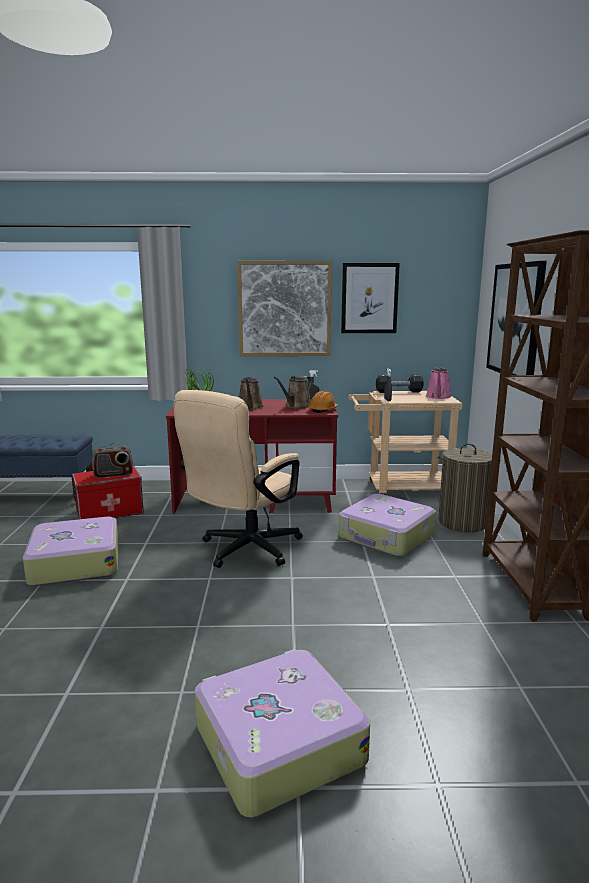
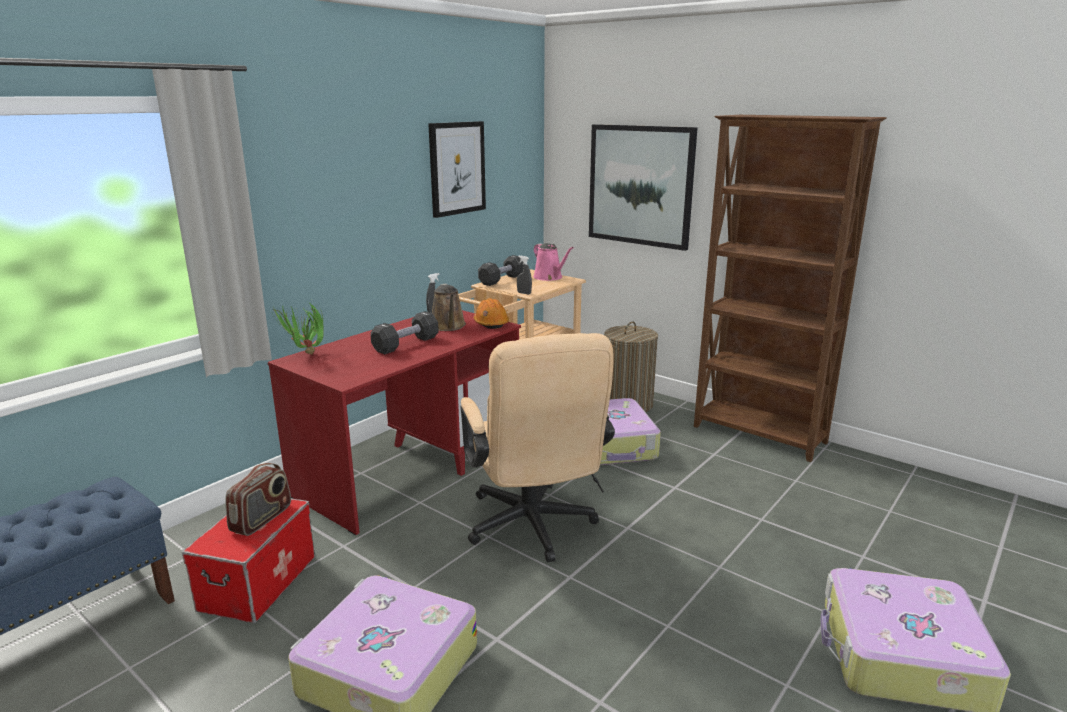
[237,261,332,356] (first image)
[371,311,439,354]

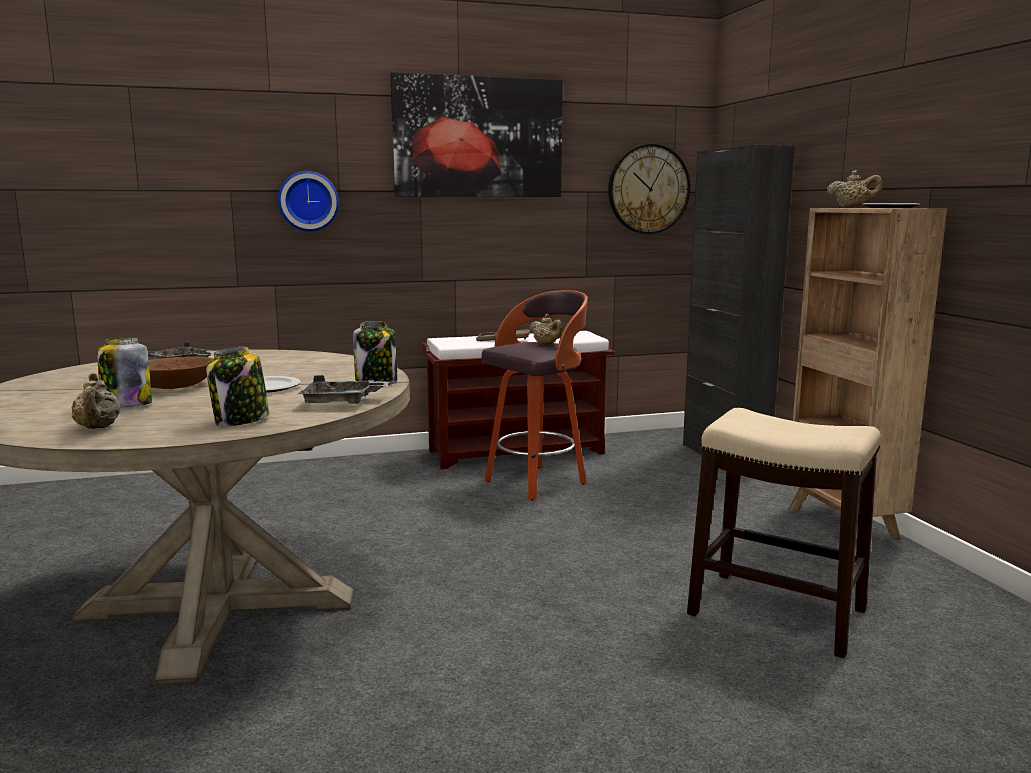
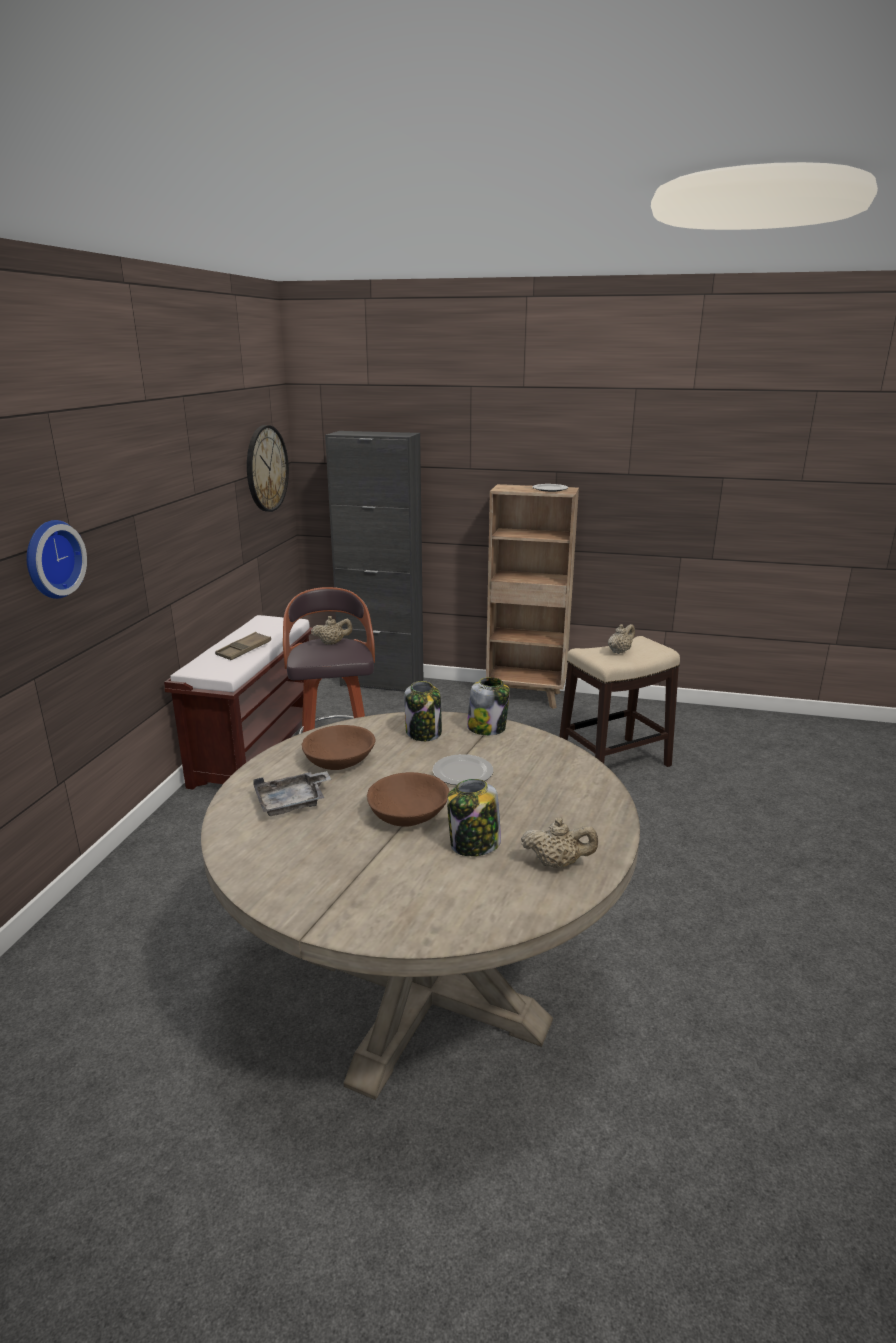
[404,681,442,741]
[298,375,390,404] (first image)
[390,72,563,197] (first image)
[608,624,635,654]
[302,725,376,770]

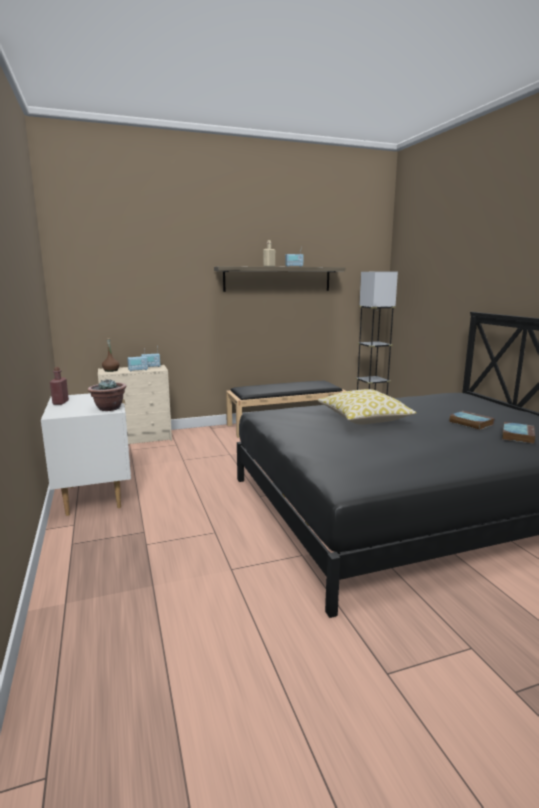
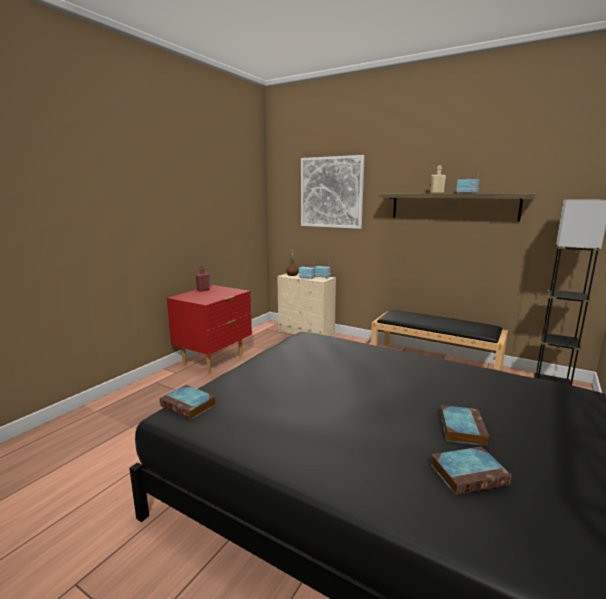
[167,285,252,374]
[88,379,126,411] (first image)
[317,389,416,425] (first image)
[160,385,216,420]
[301,155,365,229]

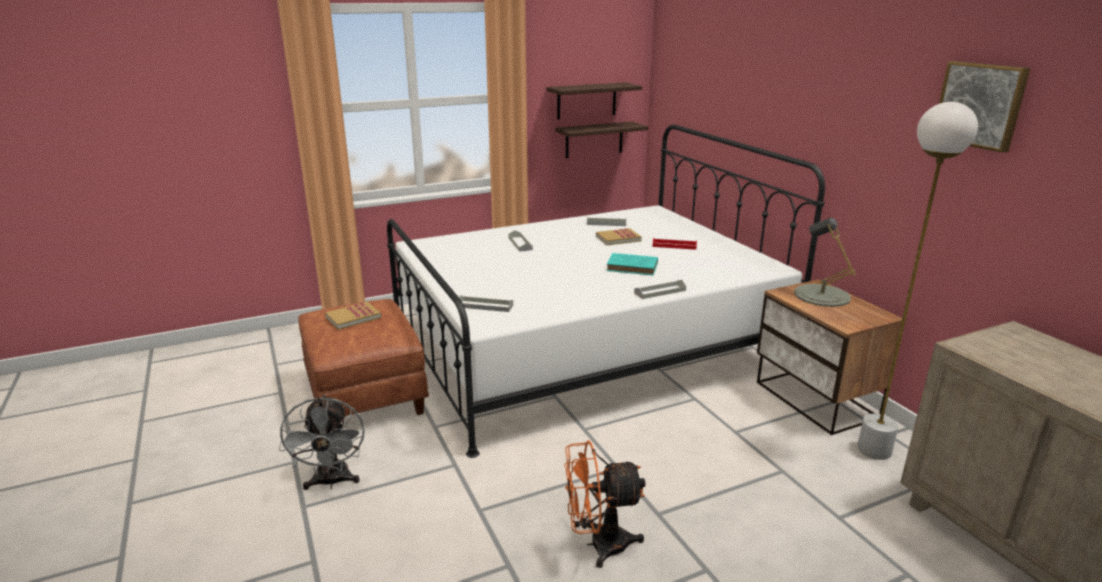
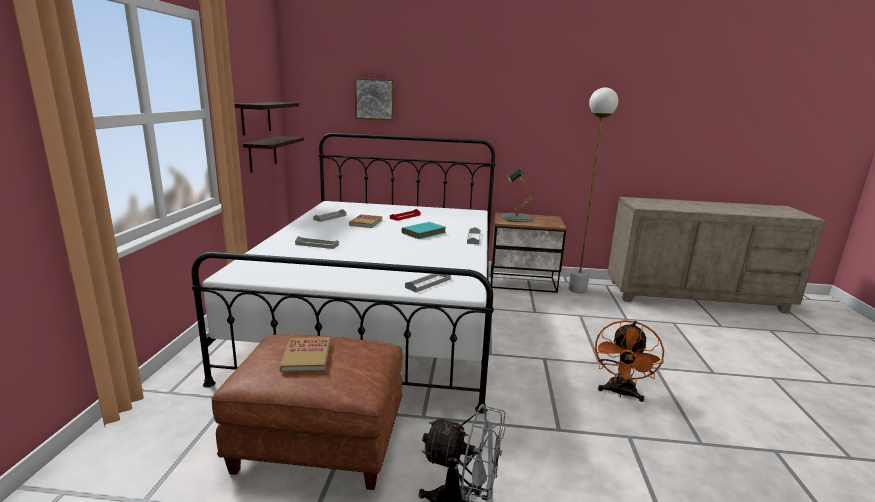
[355,78,394,120]

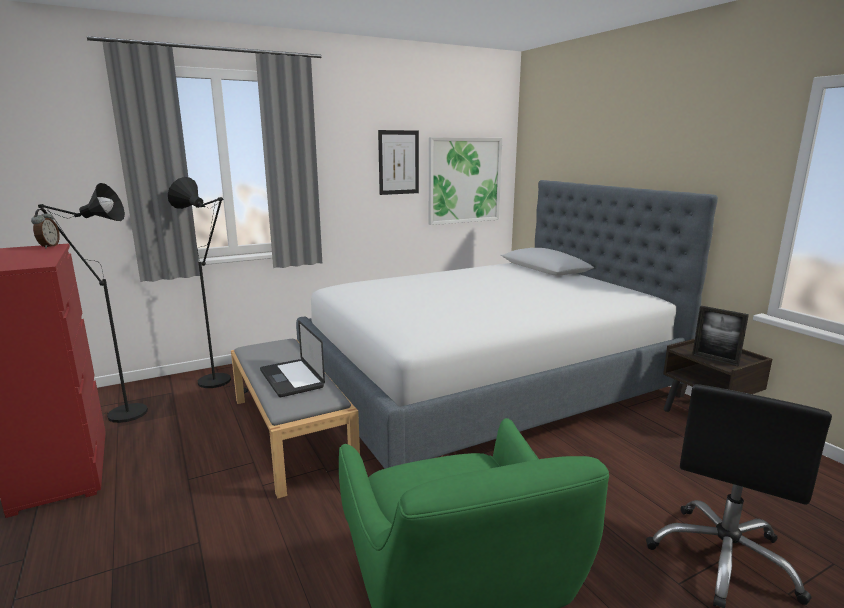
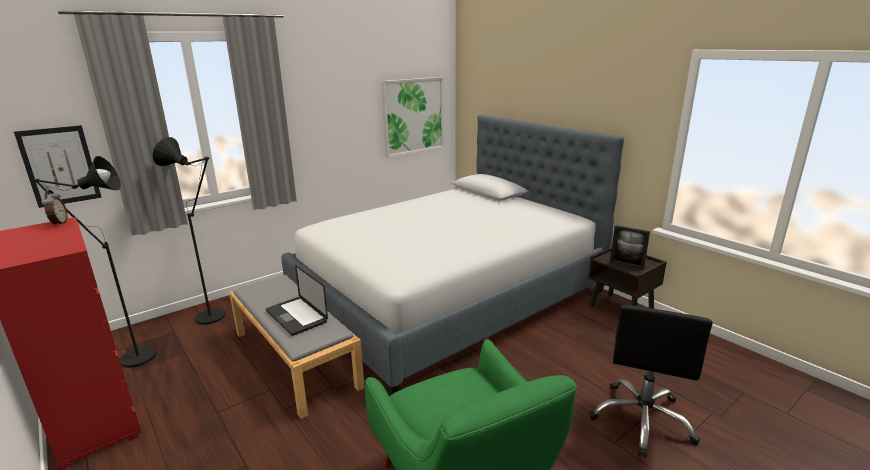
[14,125,102,208]

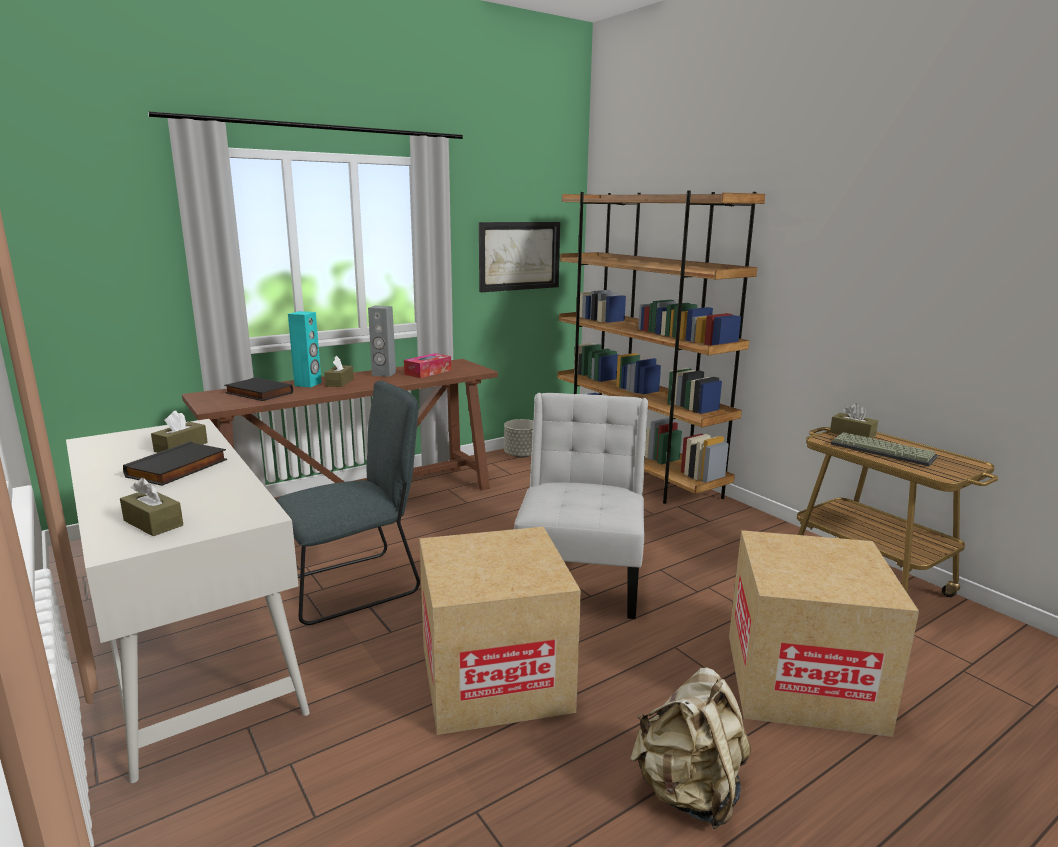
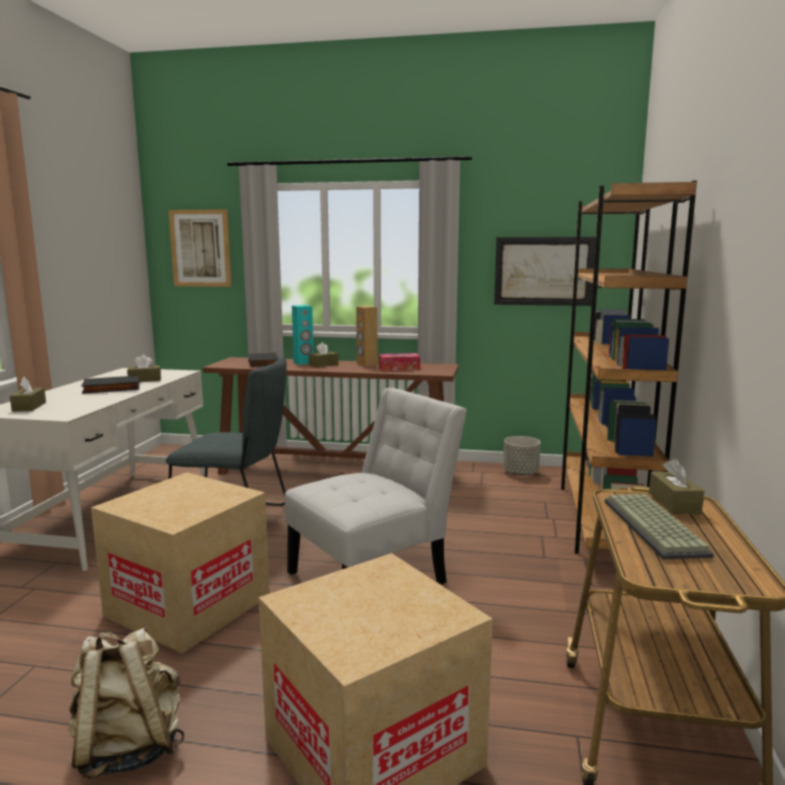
[356,306,378,367]
[168,209,232,287]

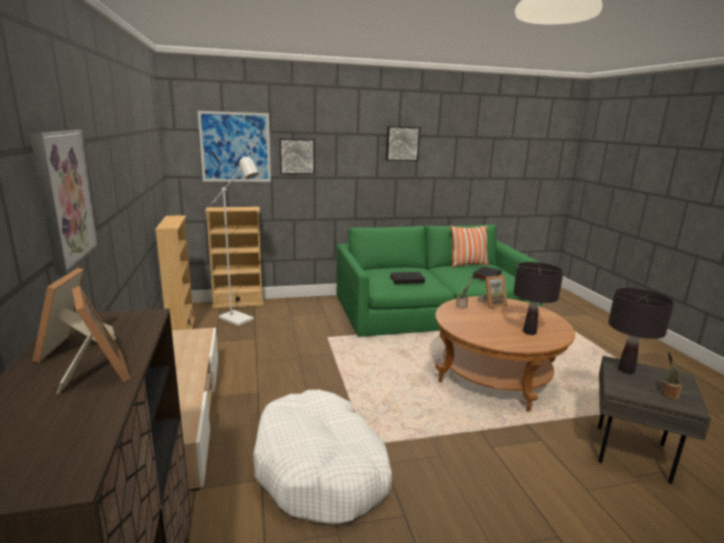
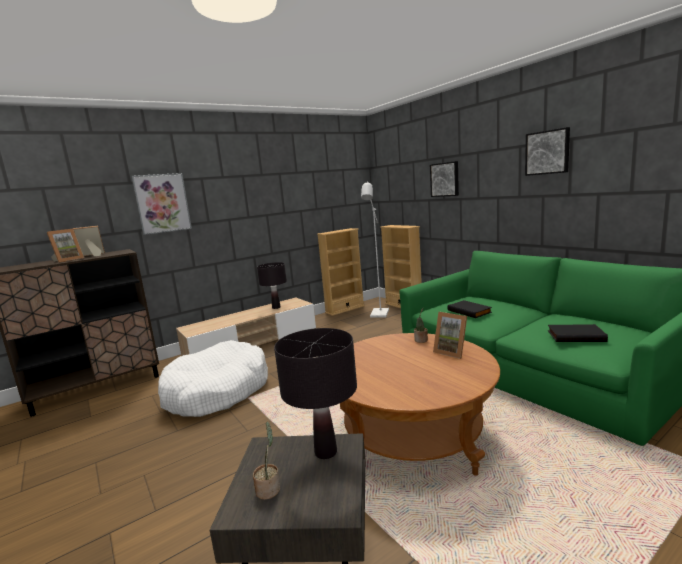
[198,111,271,182] (first image)
[450,226,489,267] (first image)
[257,262,287,309]

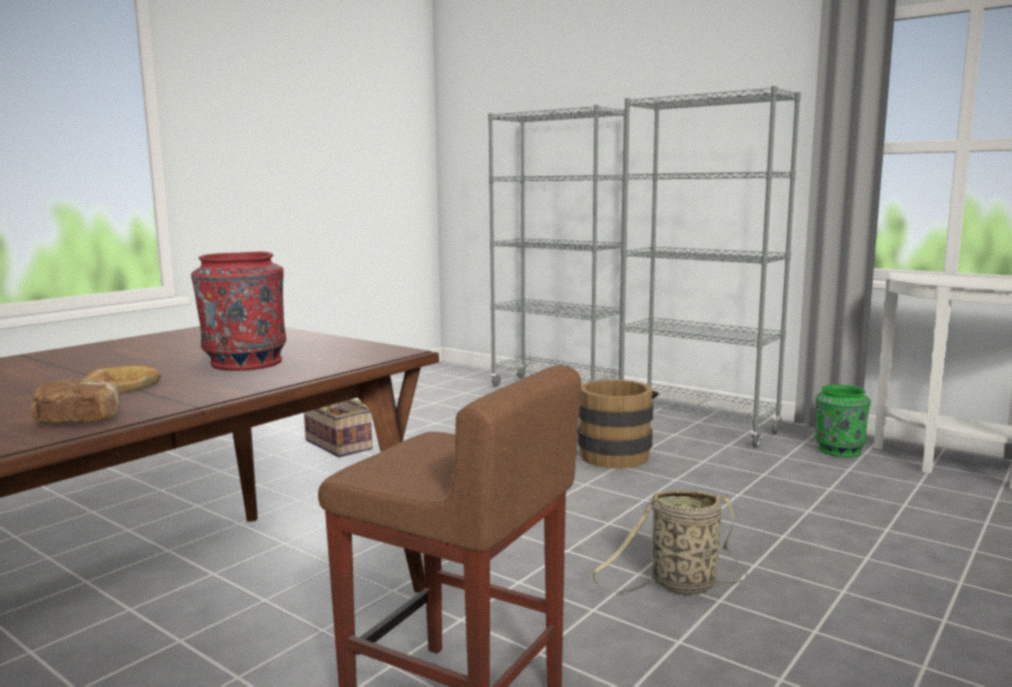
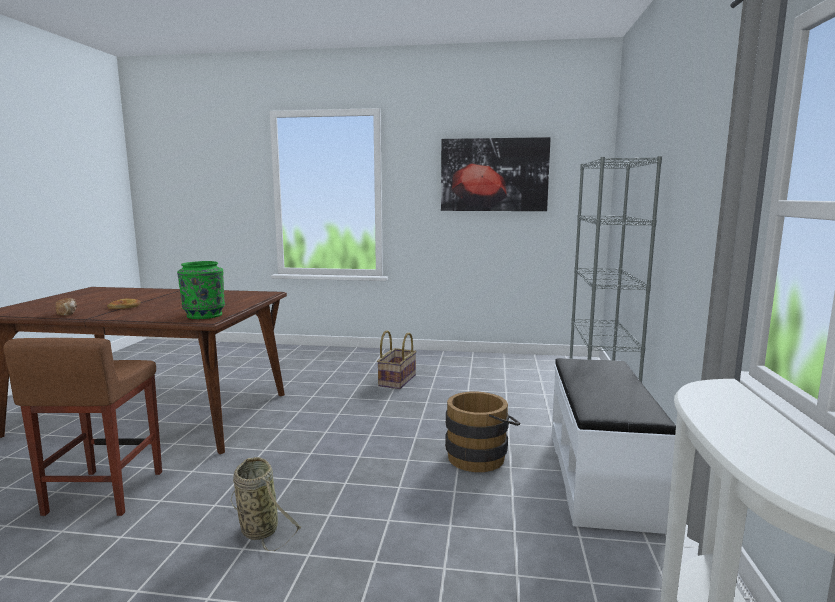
[191,252,286,371] (first image)
[552,358,676,534]
[177,261,225,319]
[441,137,551,211]

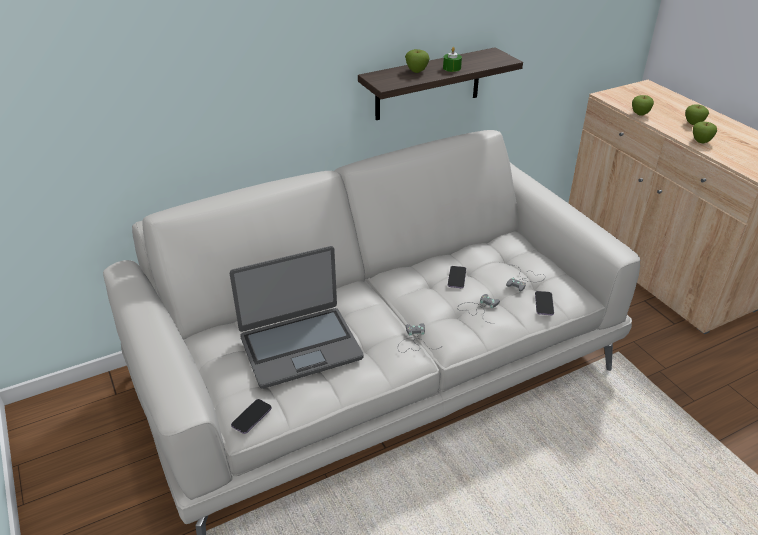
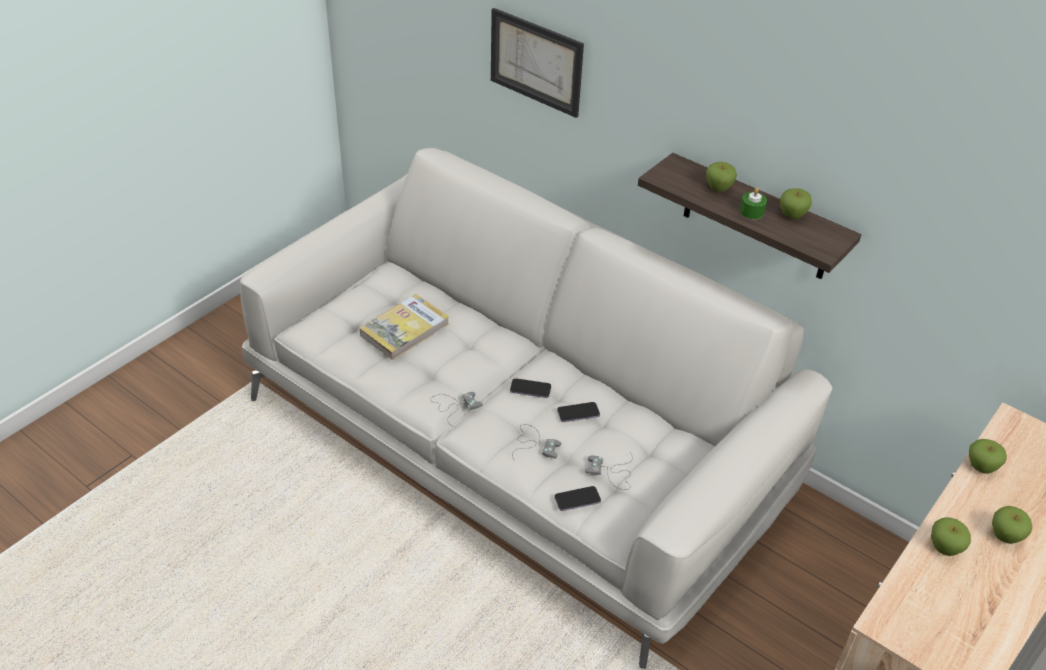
[360,294,449,360]
[510,378,551,398]
[491,8,584,118]
[780,188,812,219]

